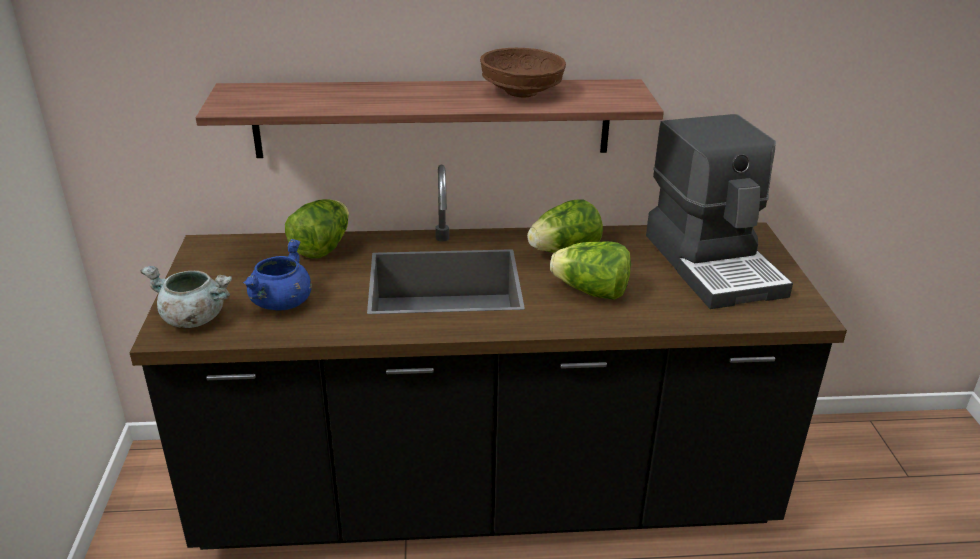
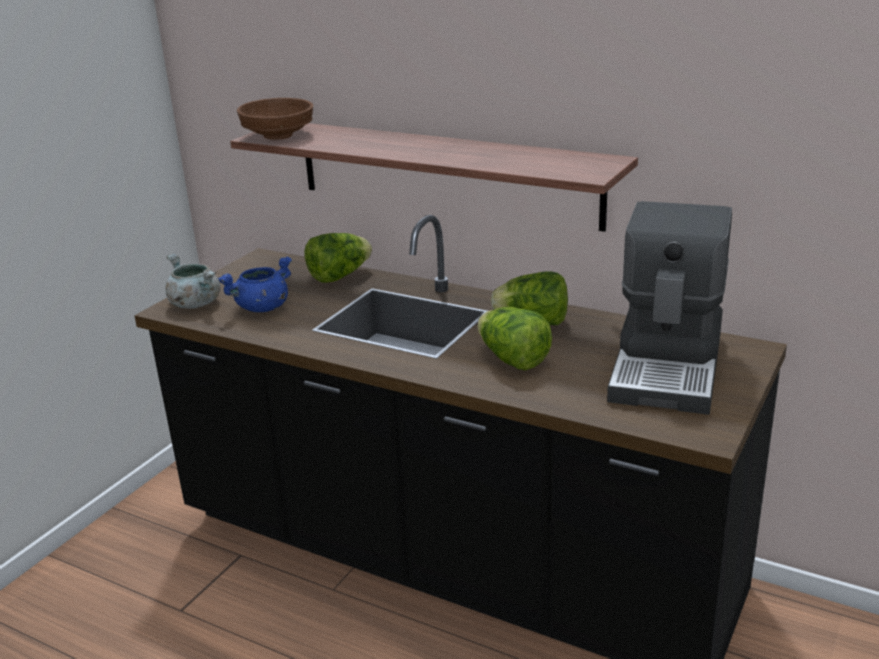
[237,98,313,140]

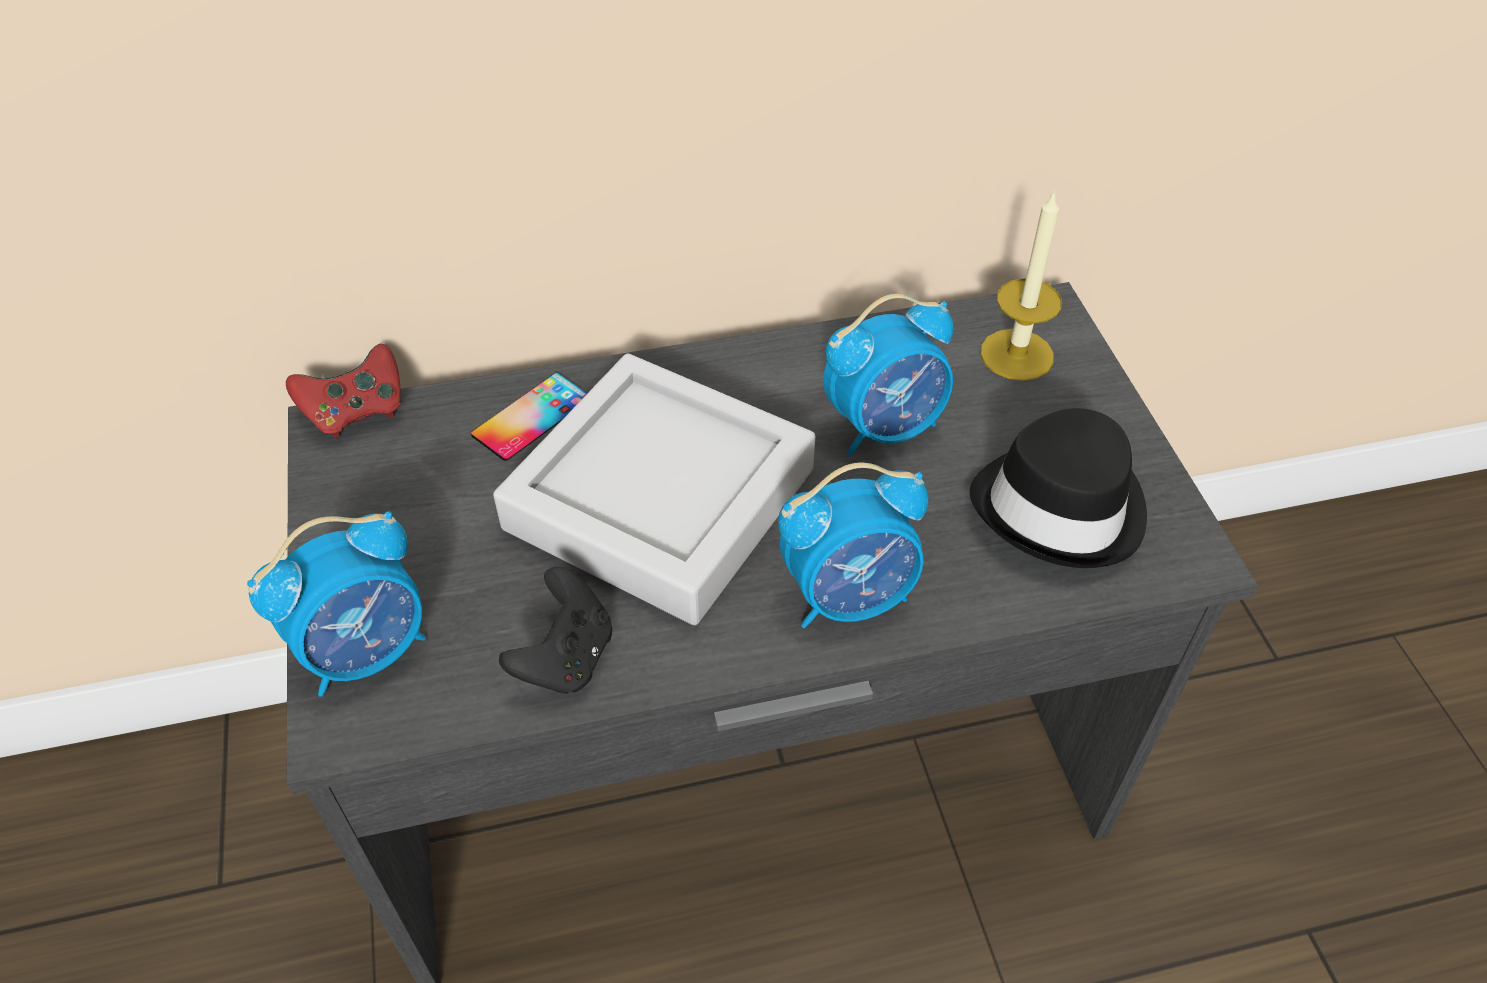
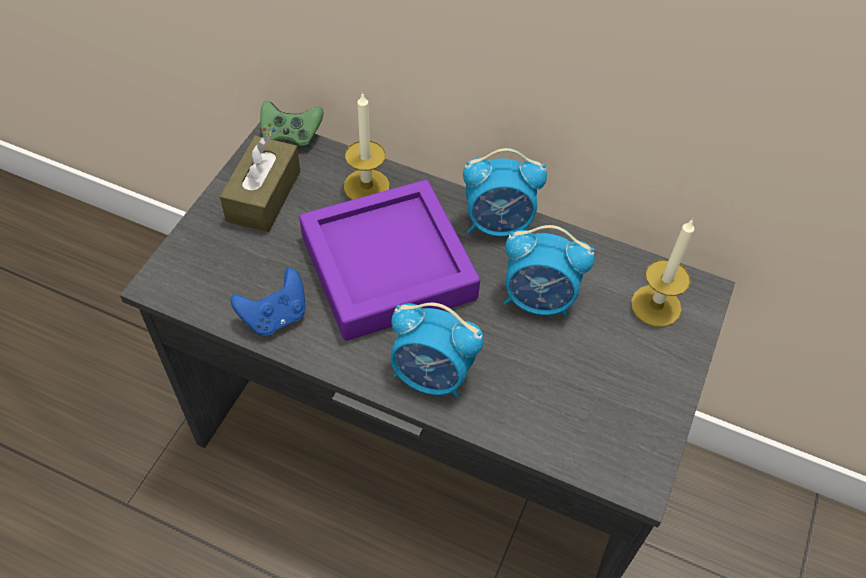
[463,148,547,237]
[260,101,323,148]
[344,92,390,200]
[299,180,480,341]
[231,268,306,336]
[969,408,1147,568] (first image)
[220,136,300,232]

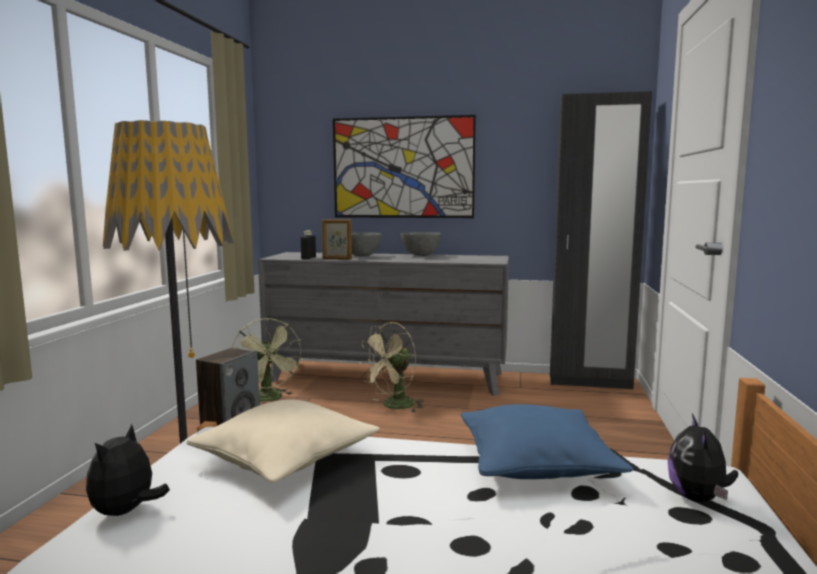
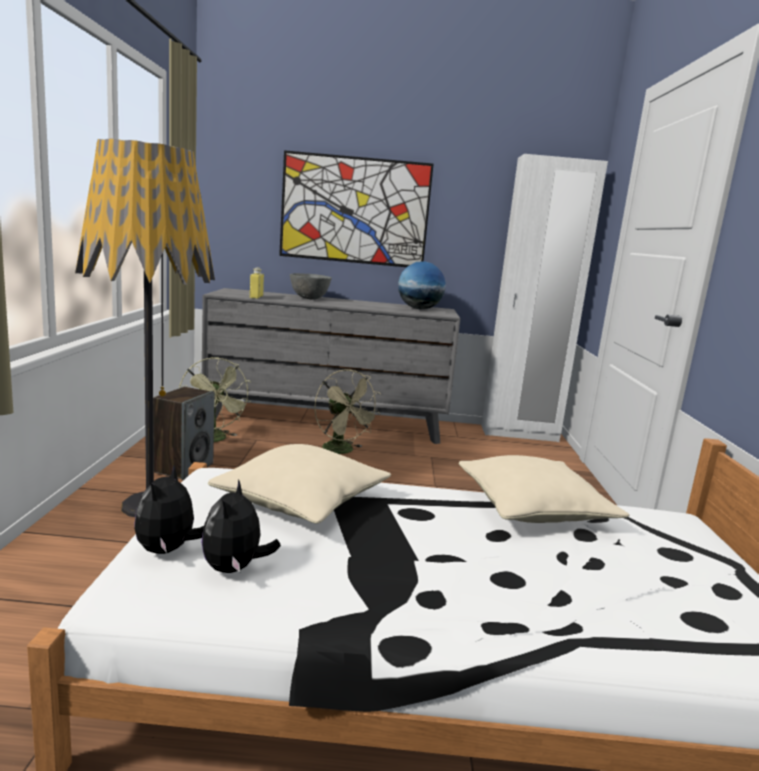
[250,268,264,299]
[322,219,352,260] (first image)
[314,369,381,454]
[401,232,441,256] (first image)
[459,455,629,523]
[481,154,608,442]
[201,479,281,573]
[398,261,446,309]

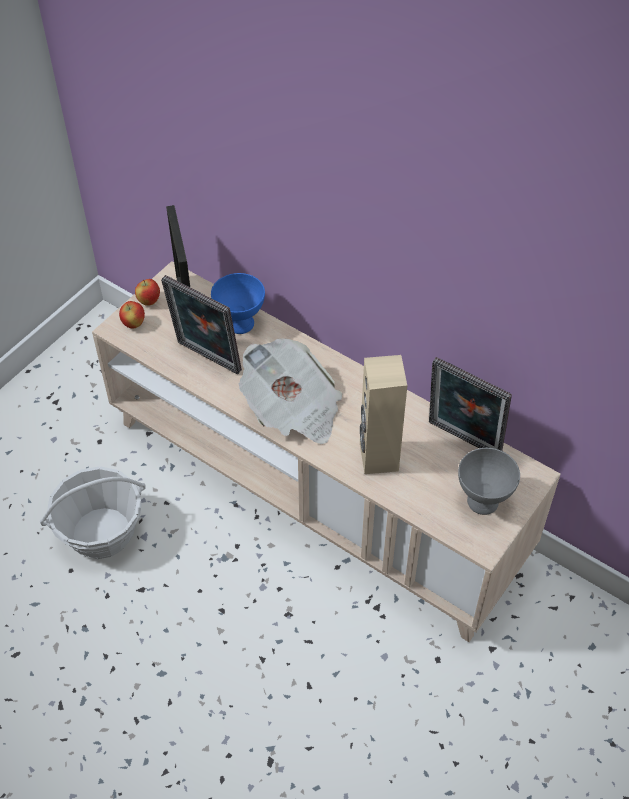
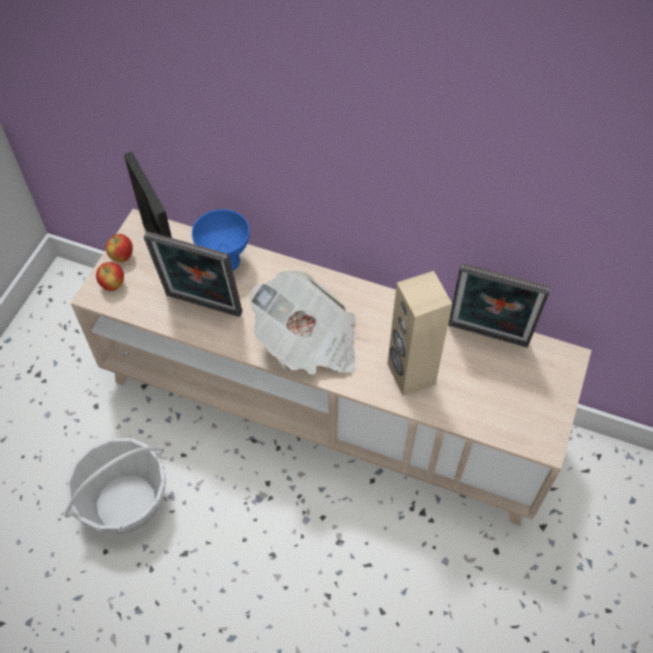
[458,448,520,515] (first image)

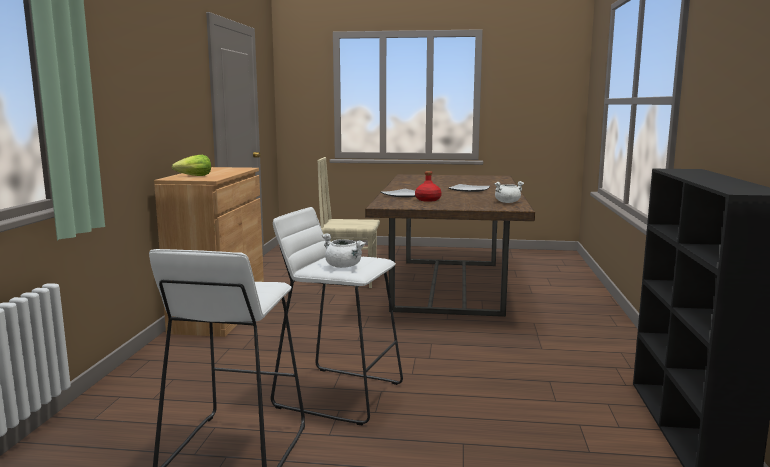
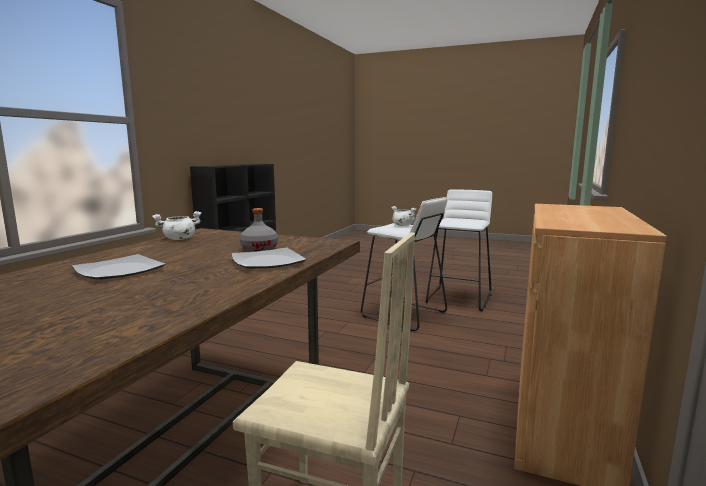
[172,155,211,176] (first image)
[240,208,278,252]

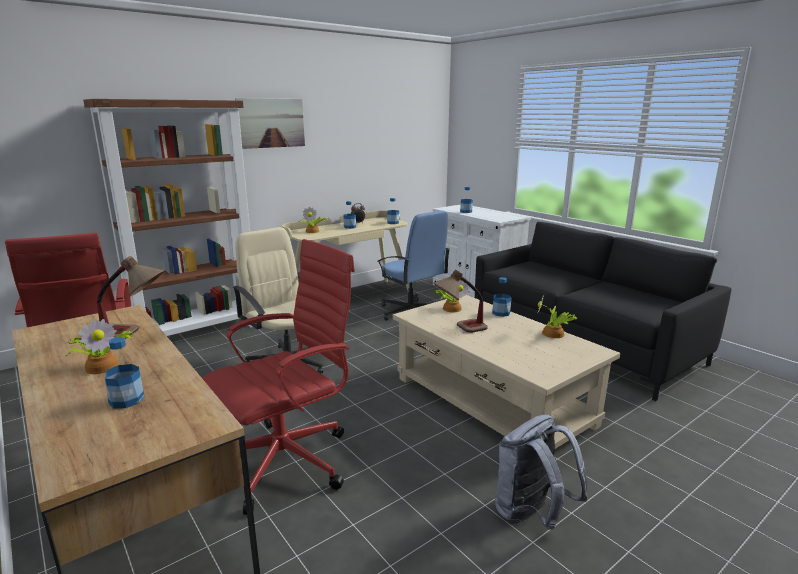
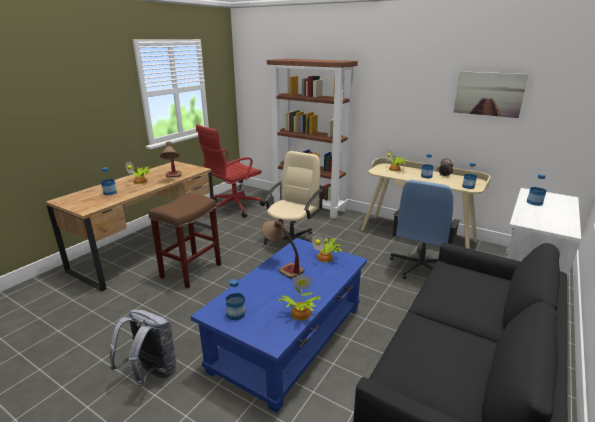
[148,193,221,288]
[454,71,529,118]
[191,238,367,413]
[226,279,245,320]

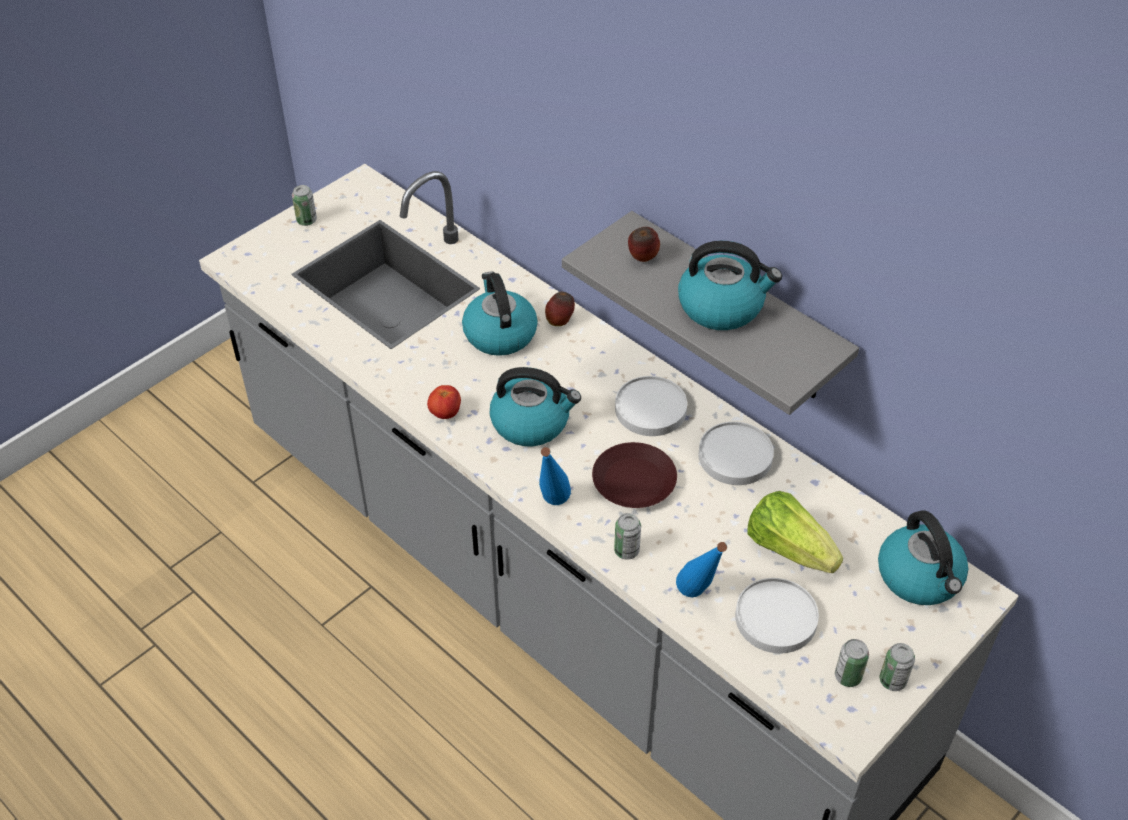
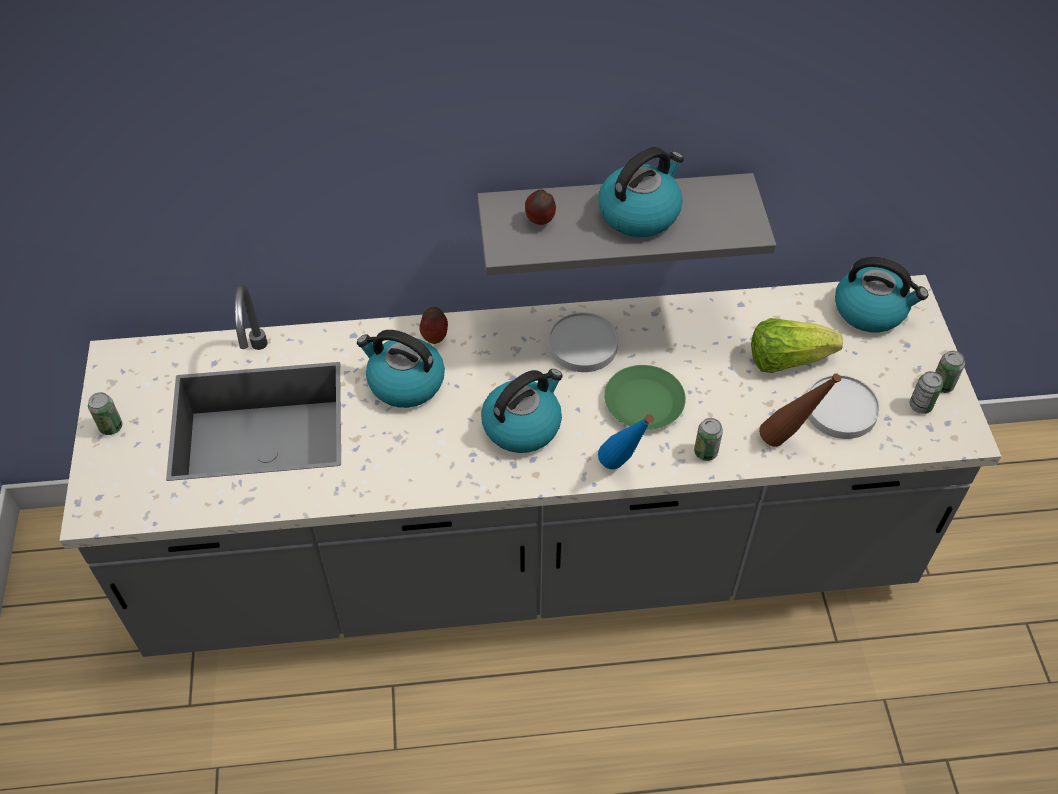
[427,385,461,419] (first image)
[604,365,686,430]
[759,373,841,447]
[698,422,774,485] (first image)

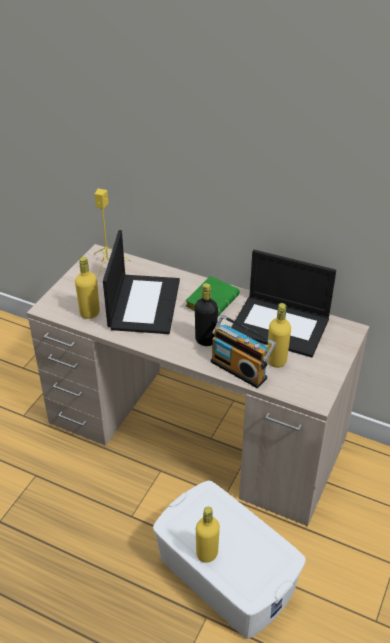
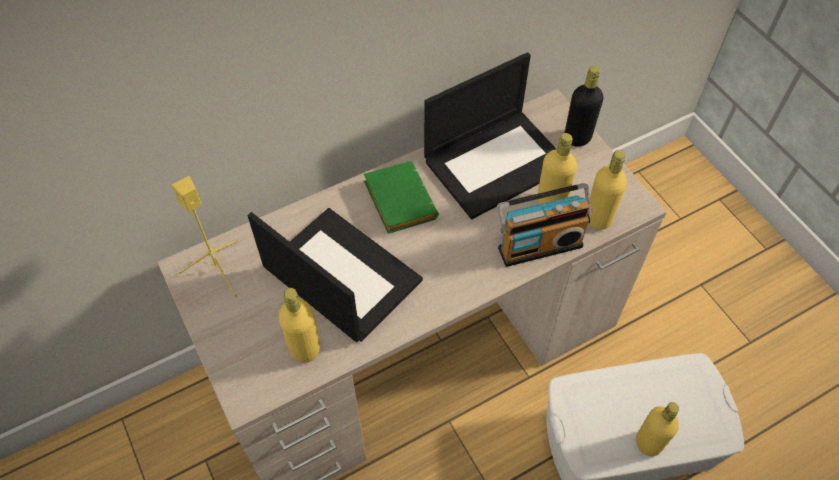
[564,66,603,147]
[588,150,627,230]

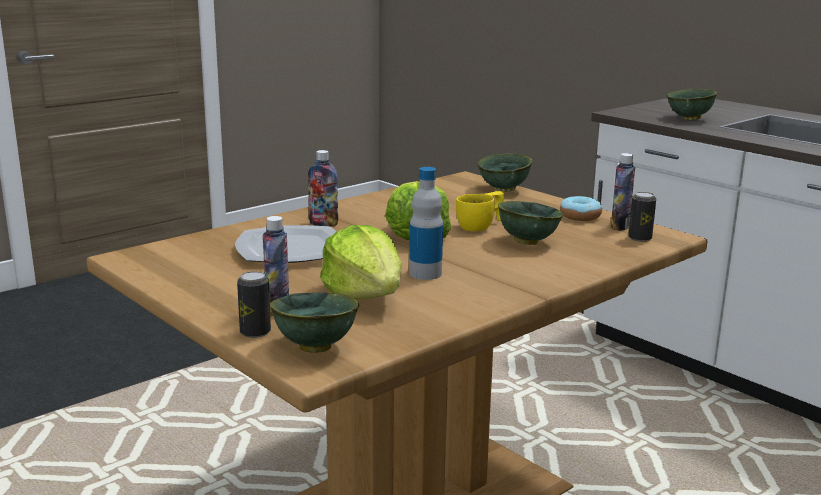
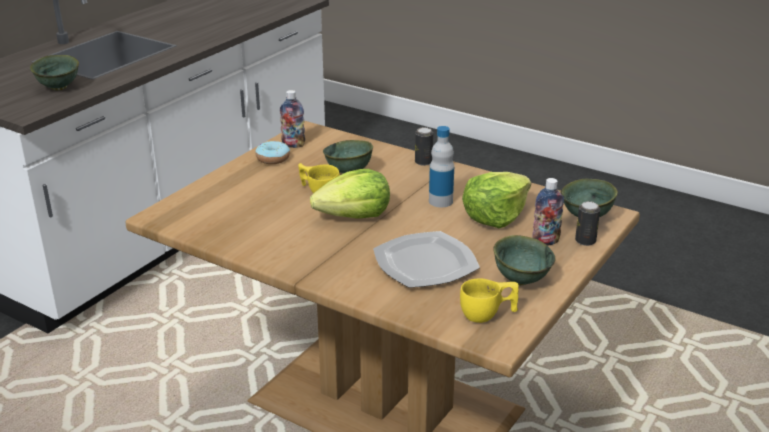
[308,150,338,227] (first image)
[493,235,556,285]
[415,127,433,166]
[460,278,519,323]

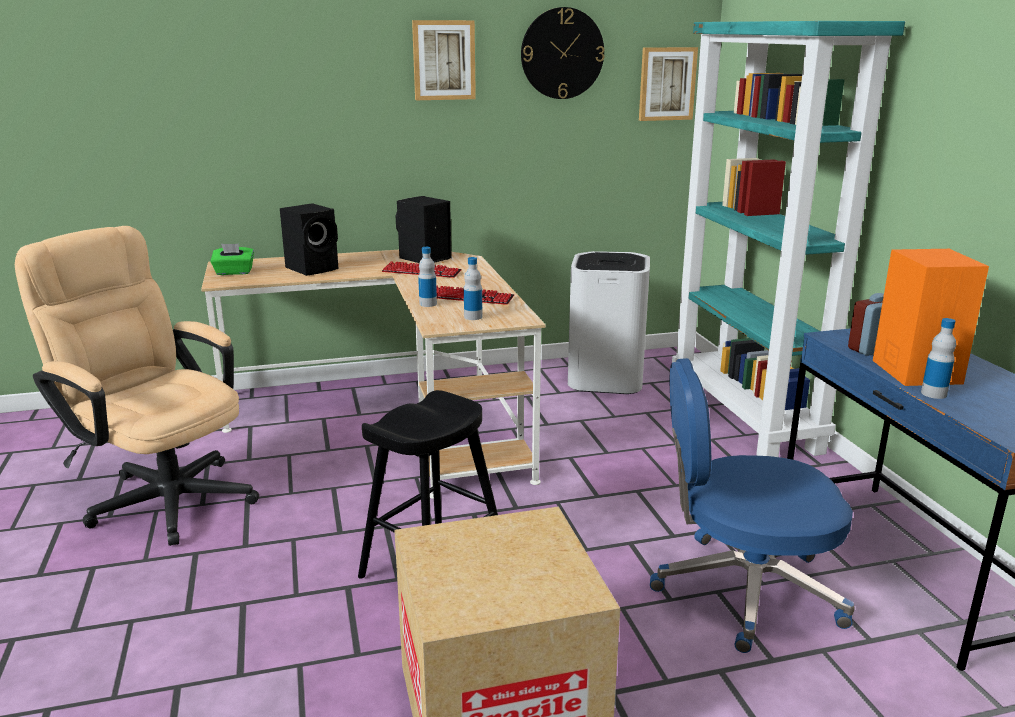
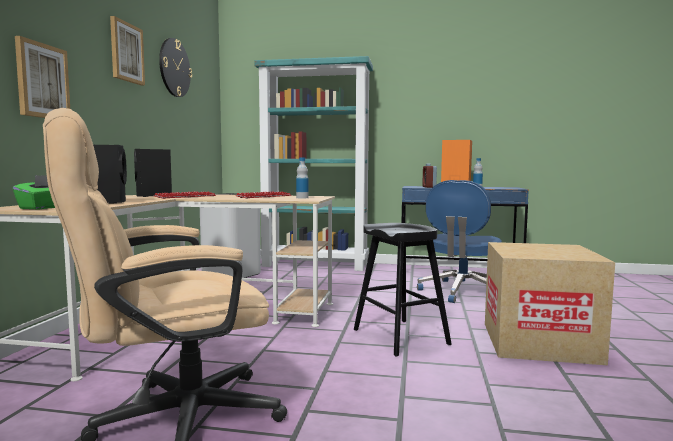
[418,247,437,307] (first image)
[15,36,70,118]

